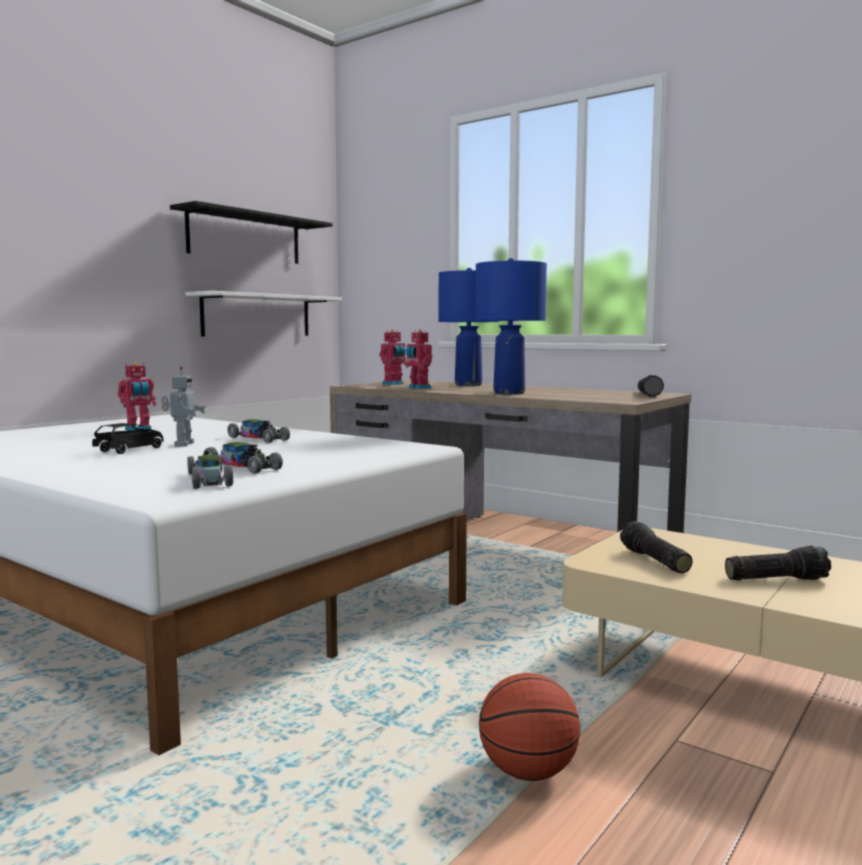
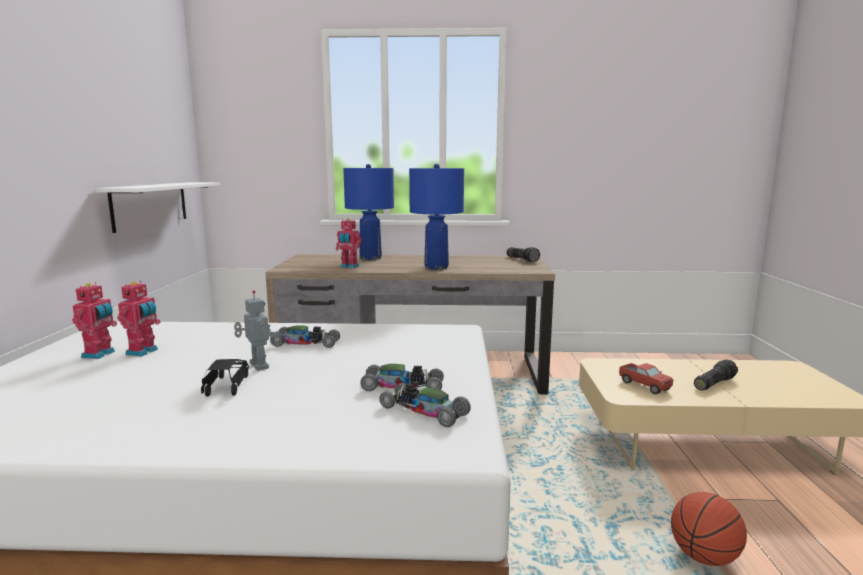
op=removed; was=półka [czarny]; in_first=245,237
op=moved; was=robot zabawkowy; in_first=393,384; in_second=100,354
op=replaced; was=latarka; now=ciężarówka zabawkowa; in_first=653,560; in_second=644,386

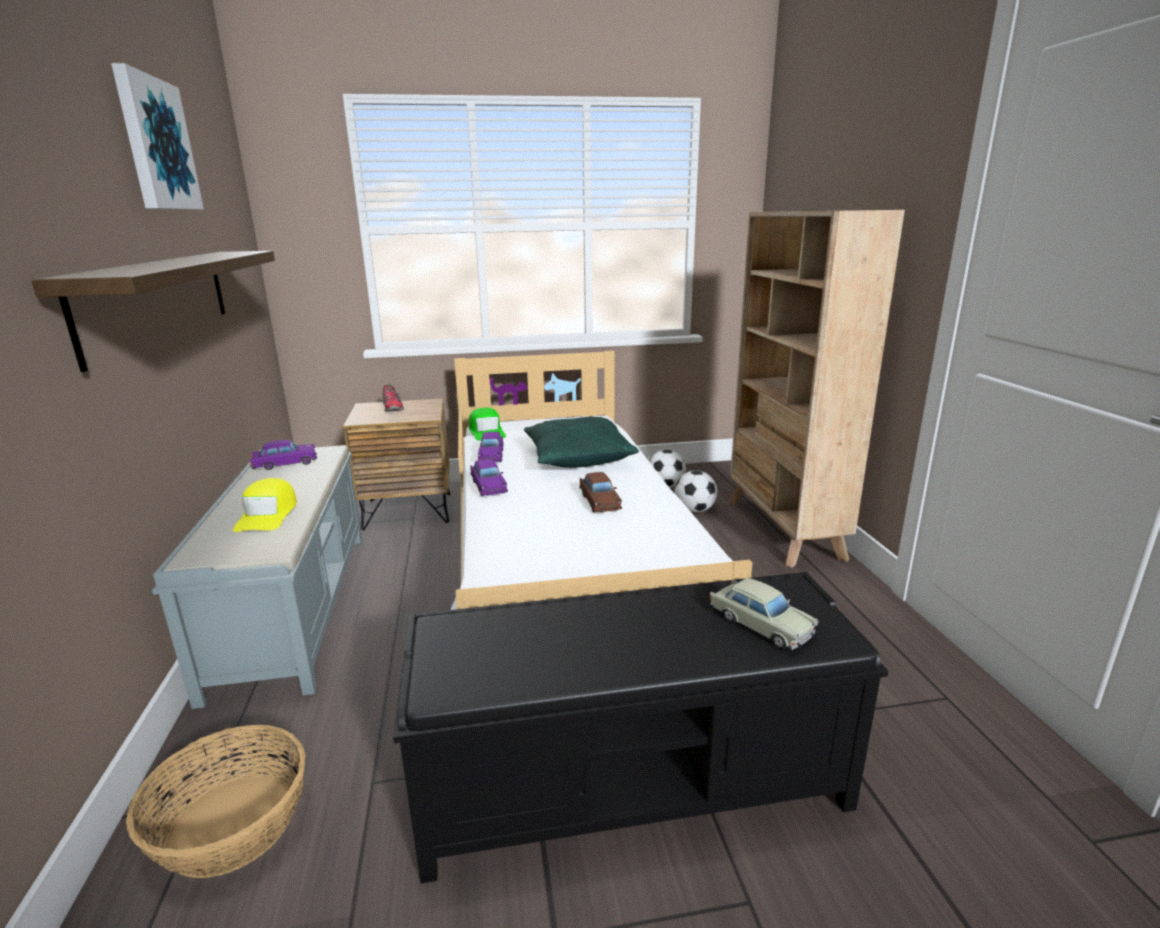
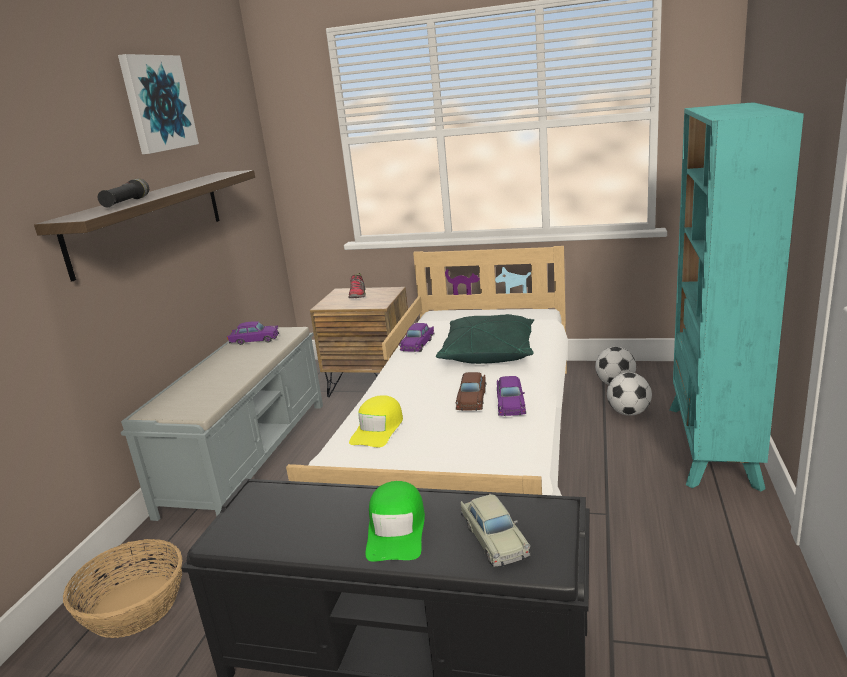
op=recoloured; was=regał [beżowy]; now=regał [turkusowy]; in_first=783,529; in_second=711,445
op=moved; was=czapka z daszkiem [zielony]; in_first=486,432; in_second=396,530
op=moved; was=samochodzik [fioletowy]; in_first=488,486; in_second=510,404
op=moved; was=czapka z daszkiem [żółty]; in_first=268,515; in_second=378,429
op=added; now=latarka [czarny]; in_second=126,202

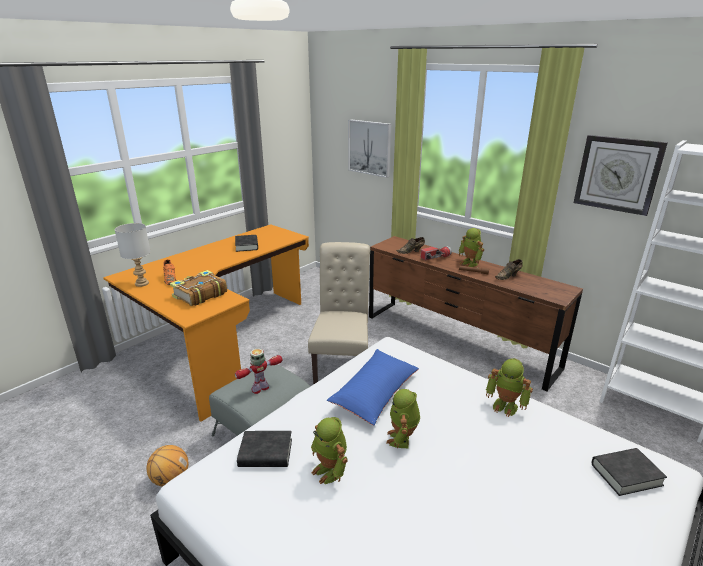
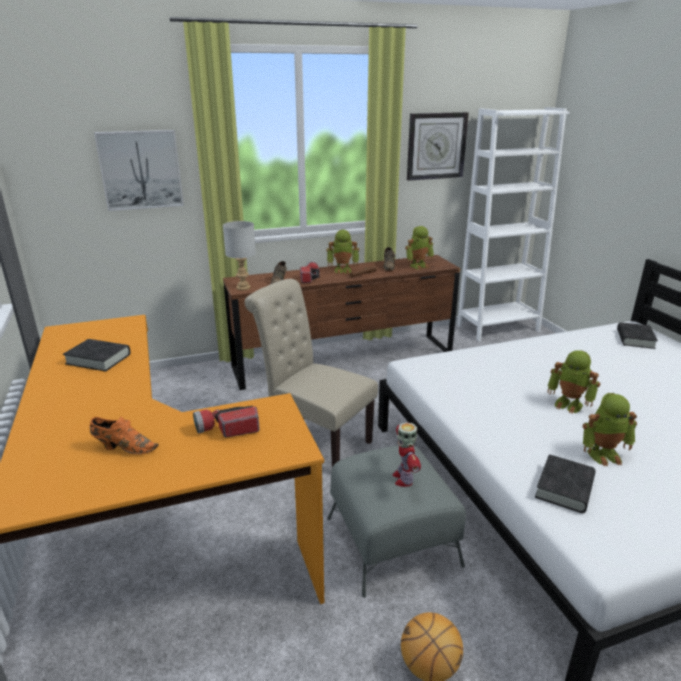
op=moved; was=lampa stołowa [szary]; in_first=141,284; in_second=243,288
op=replaced; was=książka; now=latarka; in_first=199,295; in_second=227,429
op=removed; was=poduszka [niebieski]; in_first=375,393
op=moved; was=robot zabawkowy; in_first=506,406; in_second=418,265

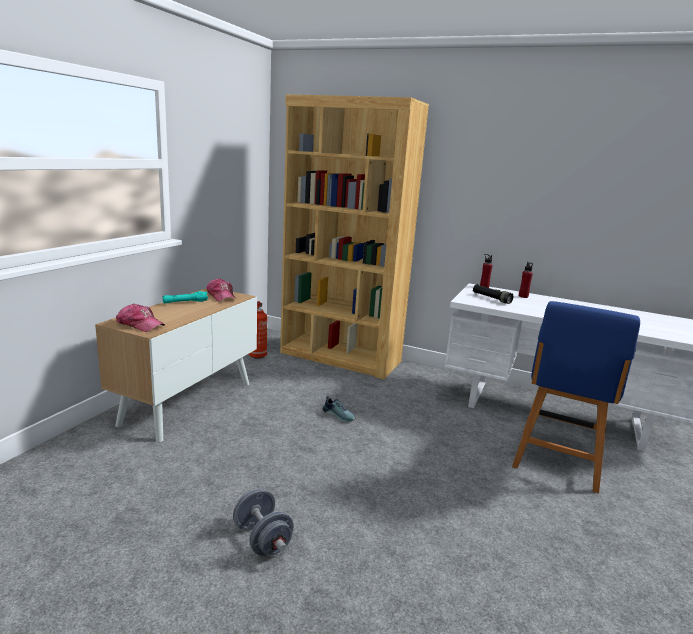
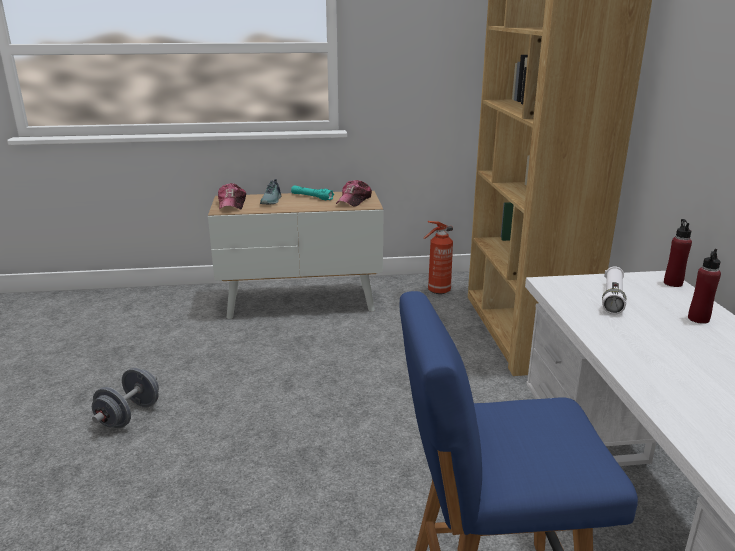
op=recoloured; was=latarka [czarny]; now=latarka [biały]; in_first=491,298; in_second=612,298
op=moved; was=but; in_first=339,415; in_second=272,201

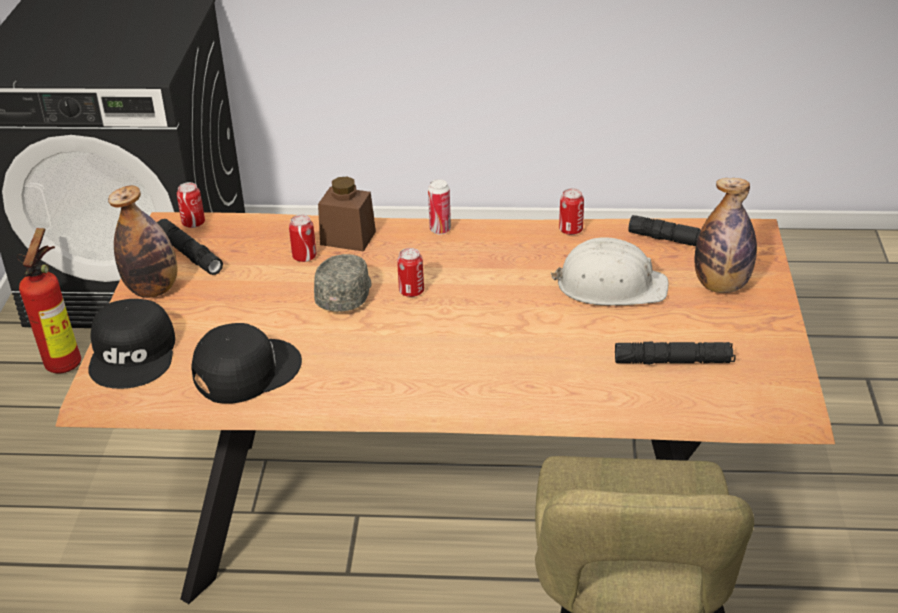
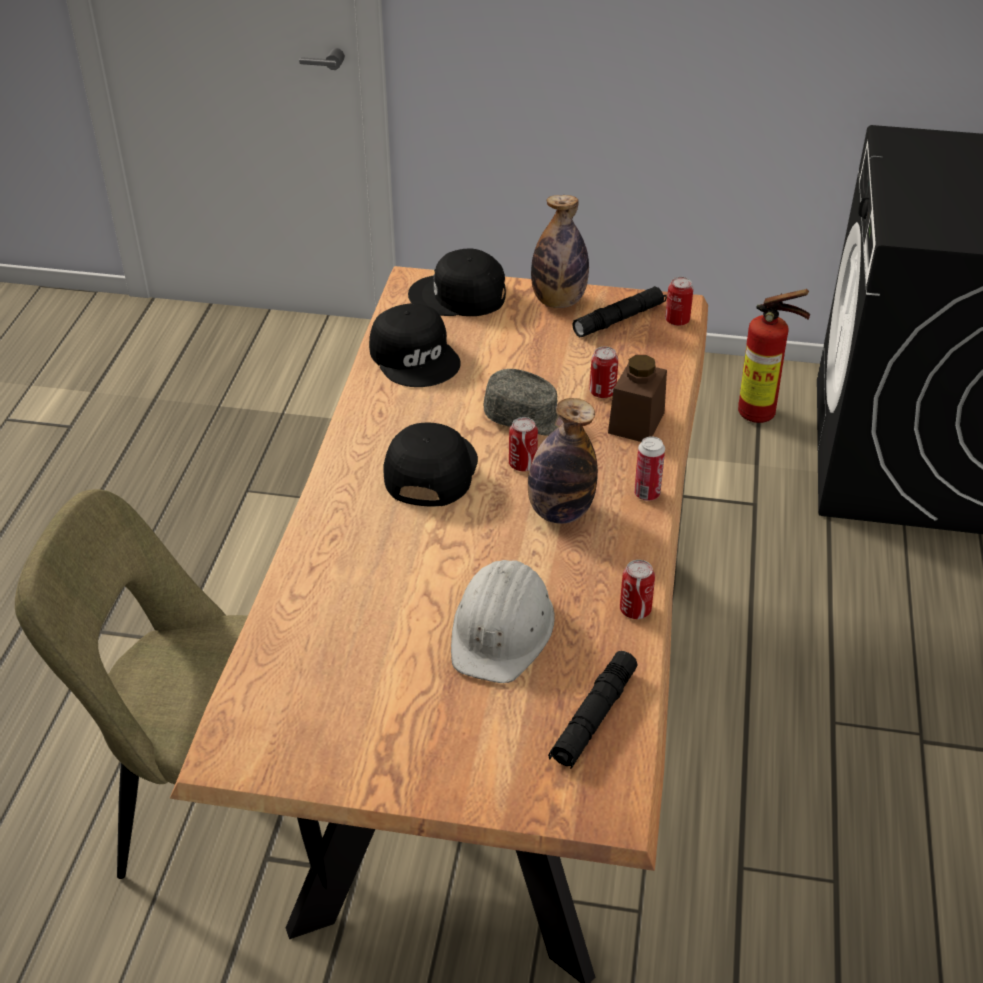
op=moved; was=butelka; in_first=721,285; in_second=559,512
op=removed; was=latarka [czarny]; in_first=673,361
op=added; now=czapka z daszkiem [czarny]; in_second=429,470

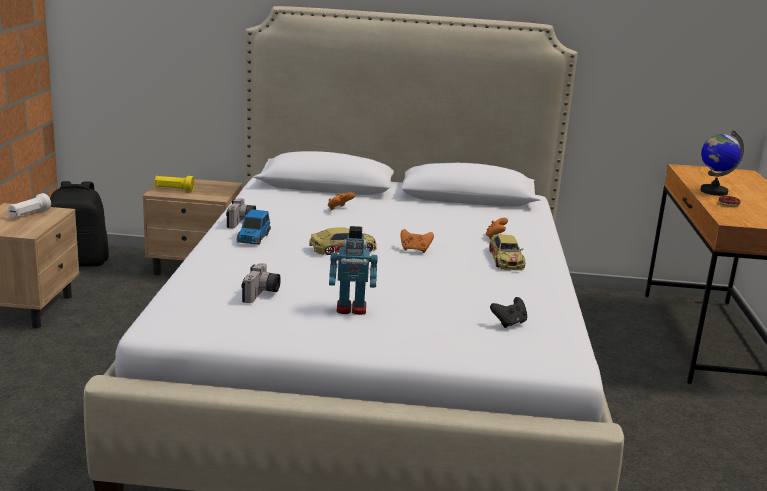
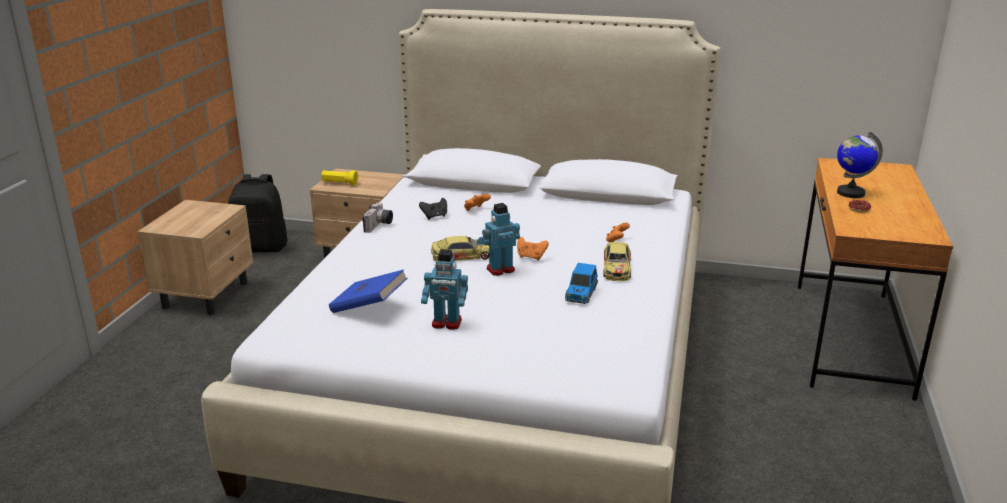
op=removed; was=latarka [biały]; in_first=29,214
op=moved; was=samochodzik; in_first=253,238; in_second=581,294
op=replaced; was=aparat fotograficzny; now=książka [niebieski]; in_first=262,294; in_second=369,307
op=moved; was=pad do gier [czarny]; in_first=509,323; in_second=435,216
op=added; now=robot zabawkowy; in_second=500,269

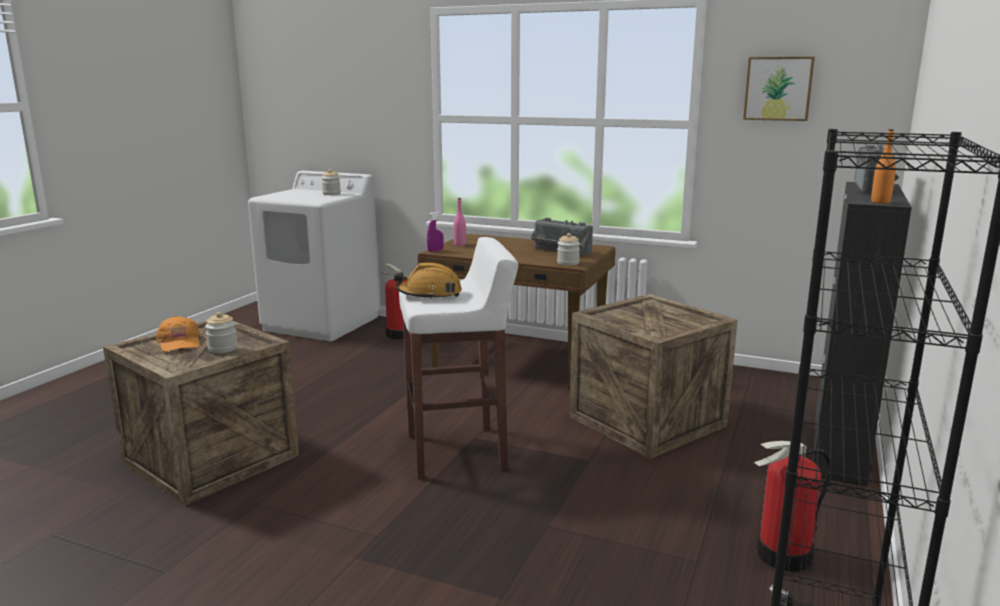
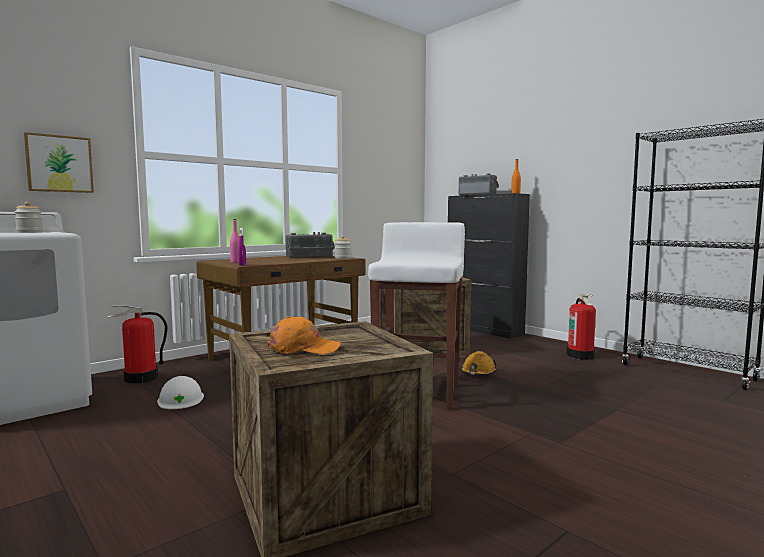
op=moved; was=obraz; in_first=778,88; in_second=59,164
op=moved; was=kask [pomarańczowy]; in_first=429,294; in_second=478,373
op=removed; was=słoik; in_first=223,348
op=added; now=kask [biały]; in_second=180,399

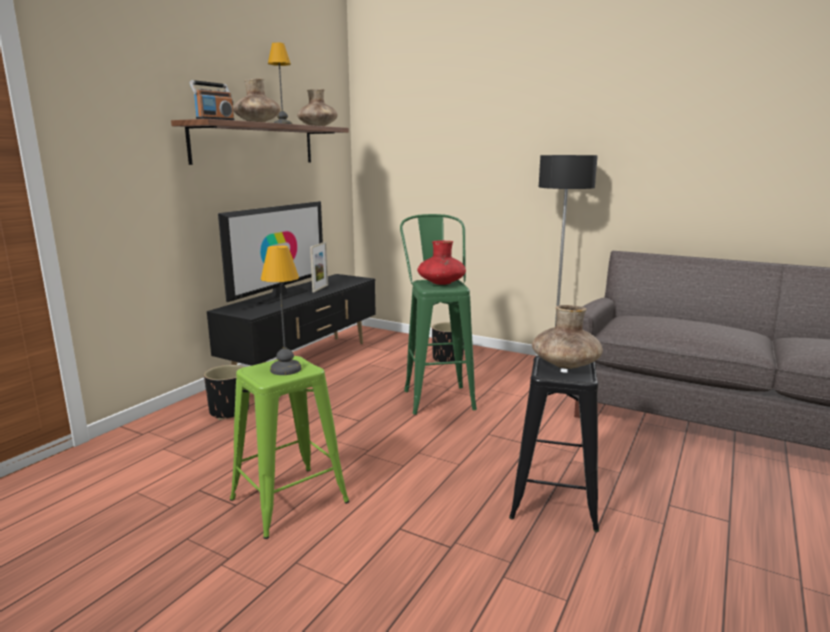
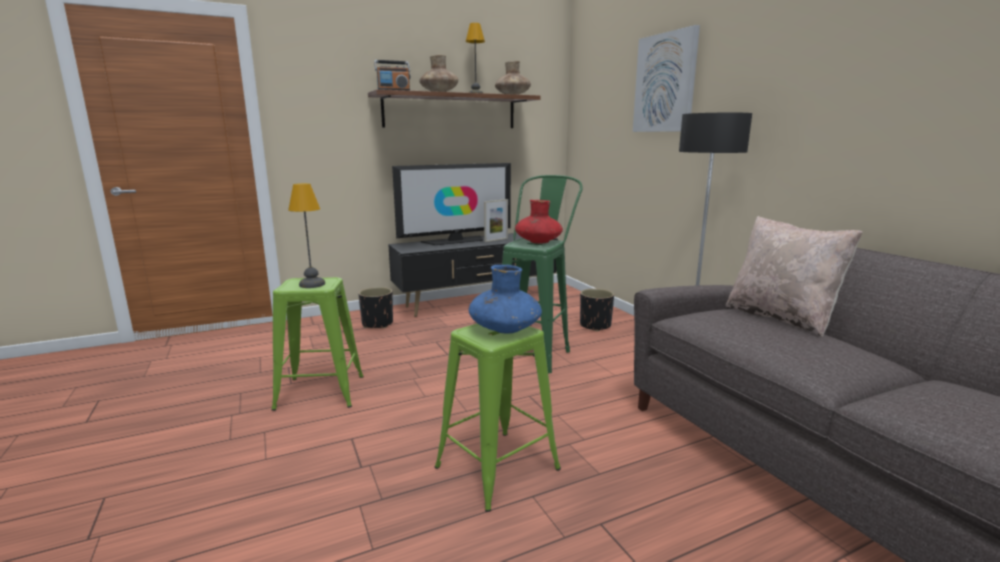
op=recoloured; was=wazon [brązowy]; now=wazon [niebieski]; in_first=565,364; in_second=505,329
op=recoloured; was=stołek [czarny]; now=stołek [zielony]; in_first=554,498; in_second=498,468
op=added; now=obraz; in_second=665,83
op=added; now=poduszka [beżowy]; in_second=781,318

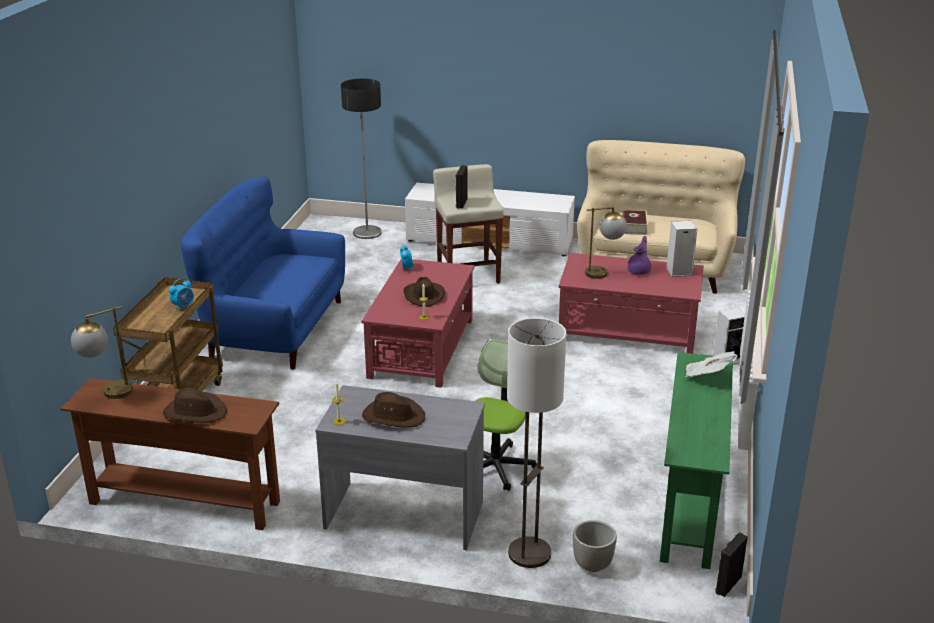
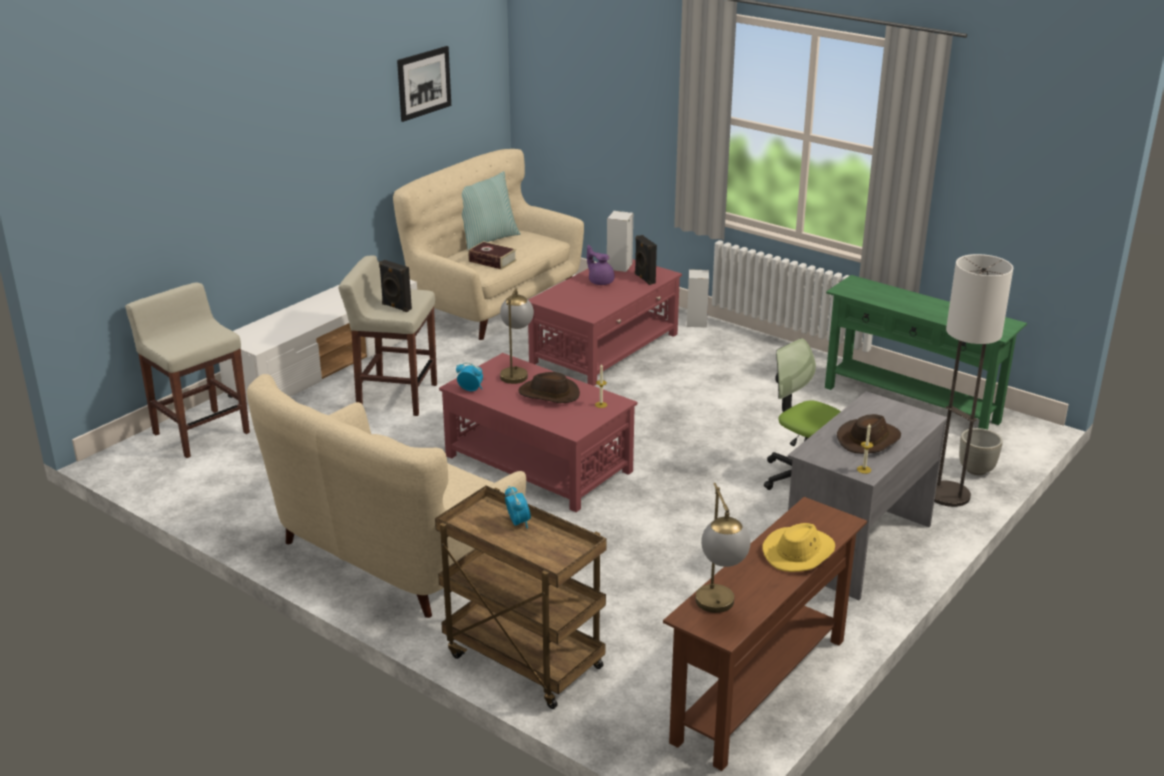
op=replaced; was=lampa stojąca; now=stołek [beżowy]; in_first=367,233; in_second=201,433
op=recoloured; was=kanapa [niebieski]; now=kanapa [beżowy]; in_first=272,328; in_second=392,553
op=moved; was=lampa stołowa; in_first=603,273; in_second=516,372
op=removed; was=gazeta; in_first=707,376
op=recoloured; was=kapelusz [brązowy]; now=kapelusz [żółty]; in_first=195,412; in_second=799,552
op=moved; was=głośnik [czarny]; in_first=727,584; in_second=644,279
op=added; now=obraz; in_second=424,83
op=added; now=poduszka; in_second=487,239

